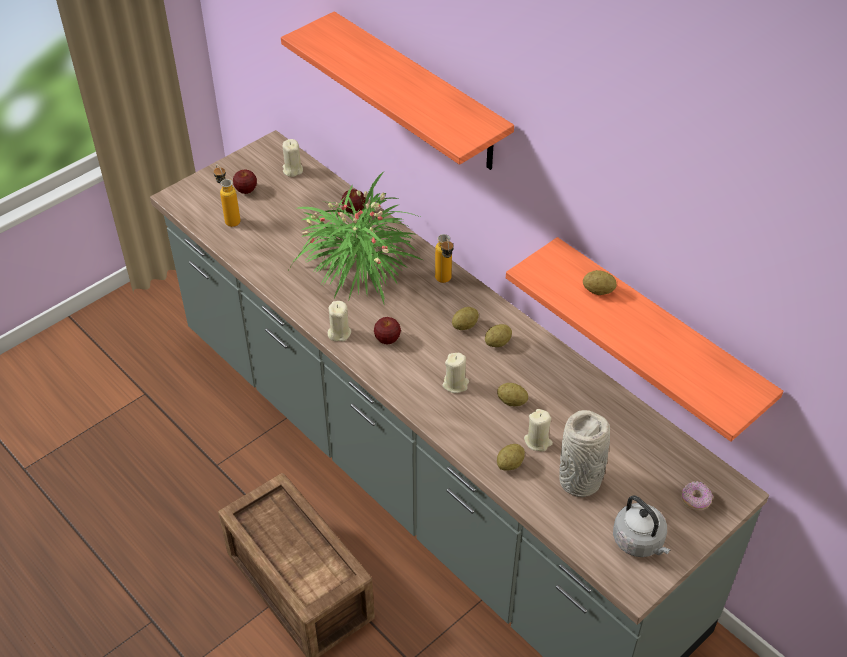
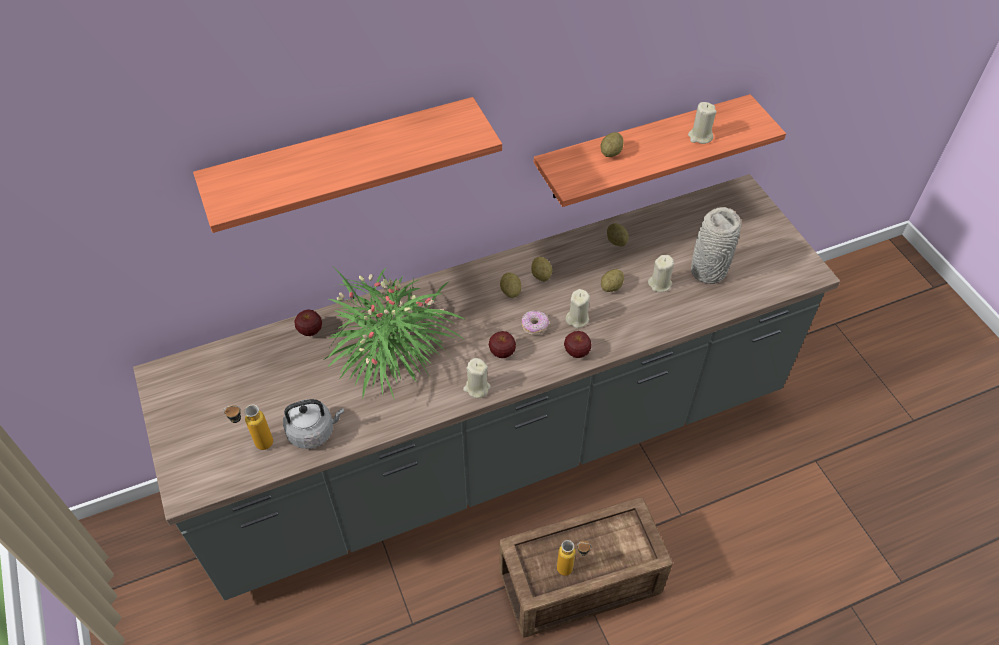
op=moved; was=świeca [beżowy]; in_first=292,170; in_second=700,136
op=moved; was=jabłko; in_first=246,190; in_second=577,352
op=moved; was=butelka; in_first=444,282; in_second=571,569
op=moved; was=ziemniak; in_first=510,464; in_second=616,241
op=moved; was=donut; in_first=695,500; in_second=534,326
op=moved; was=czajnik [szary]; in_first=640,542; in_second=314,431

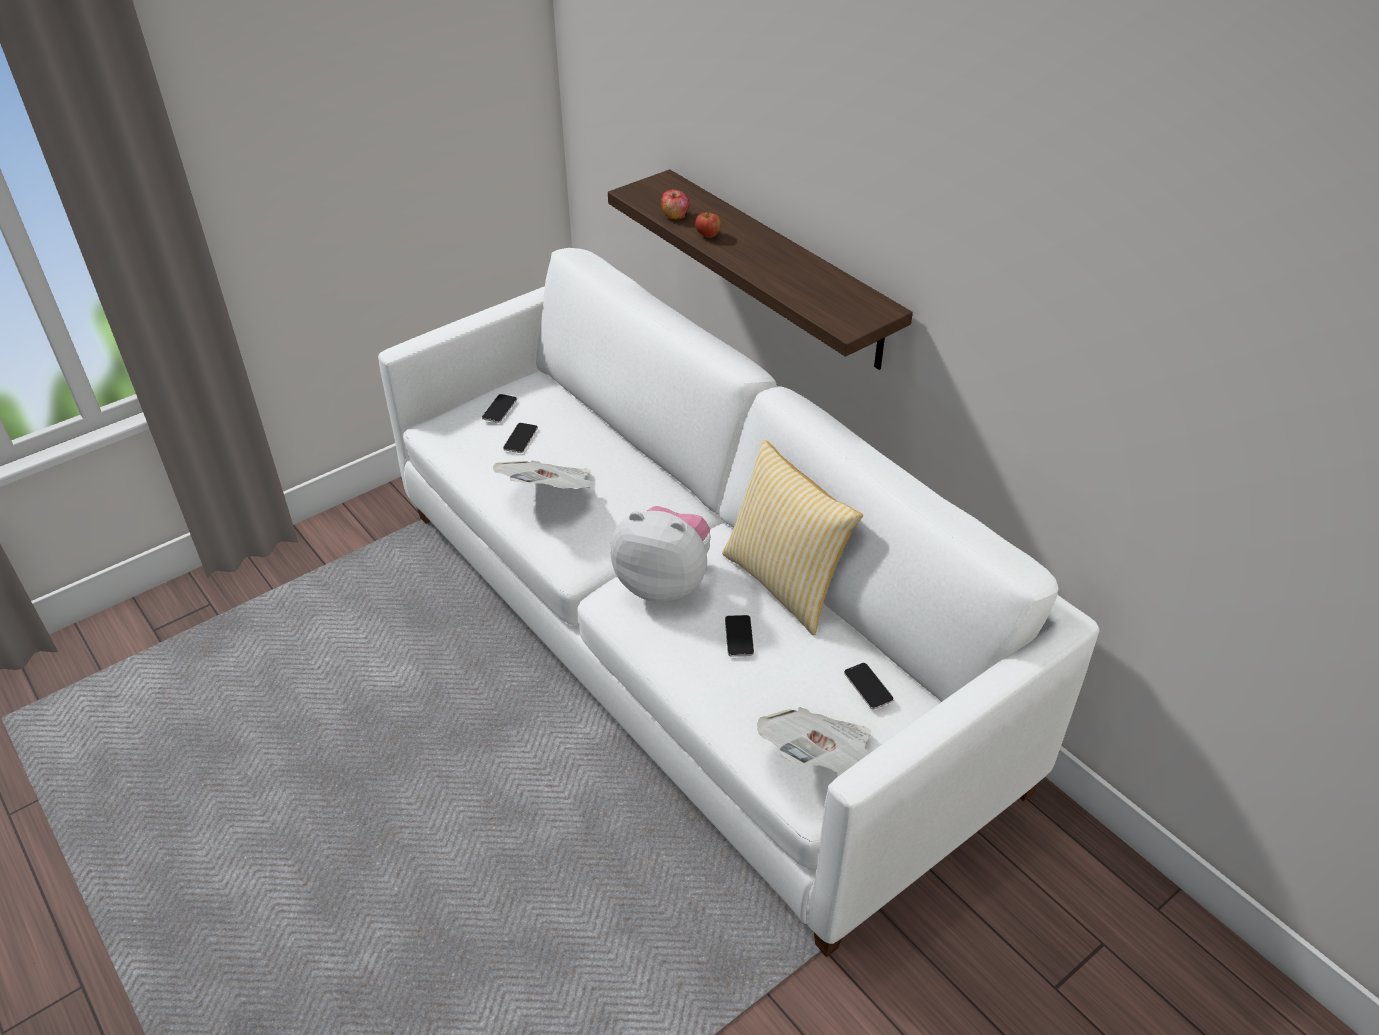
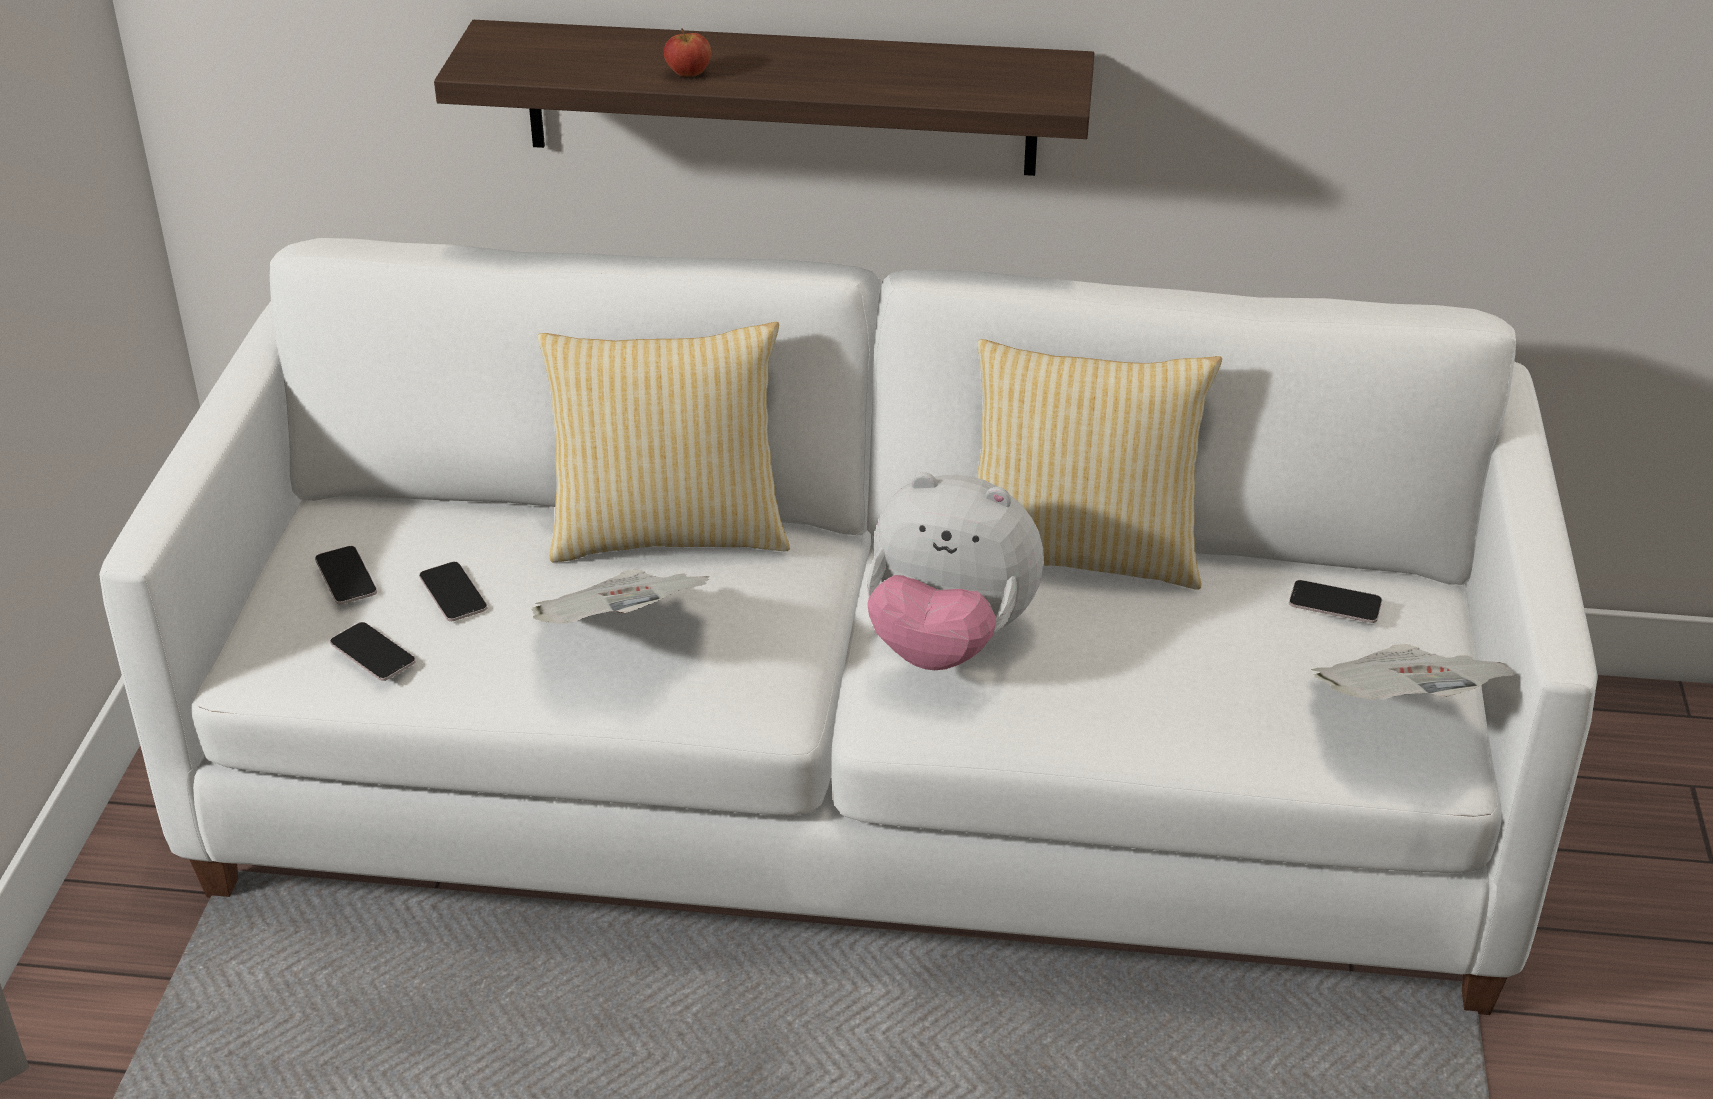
op=removed; was=jabłko; in_first=675,215
op=turned; was=pluszak; in_first=664,583; in_second=948,642; clockwise=-135
op=moved; was=telefon; in_first=739,636; in_second=372,653
op=added; now=poduszka; in_second=669,531

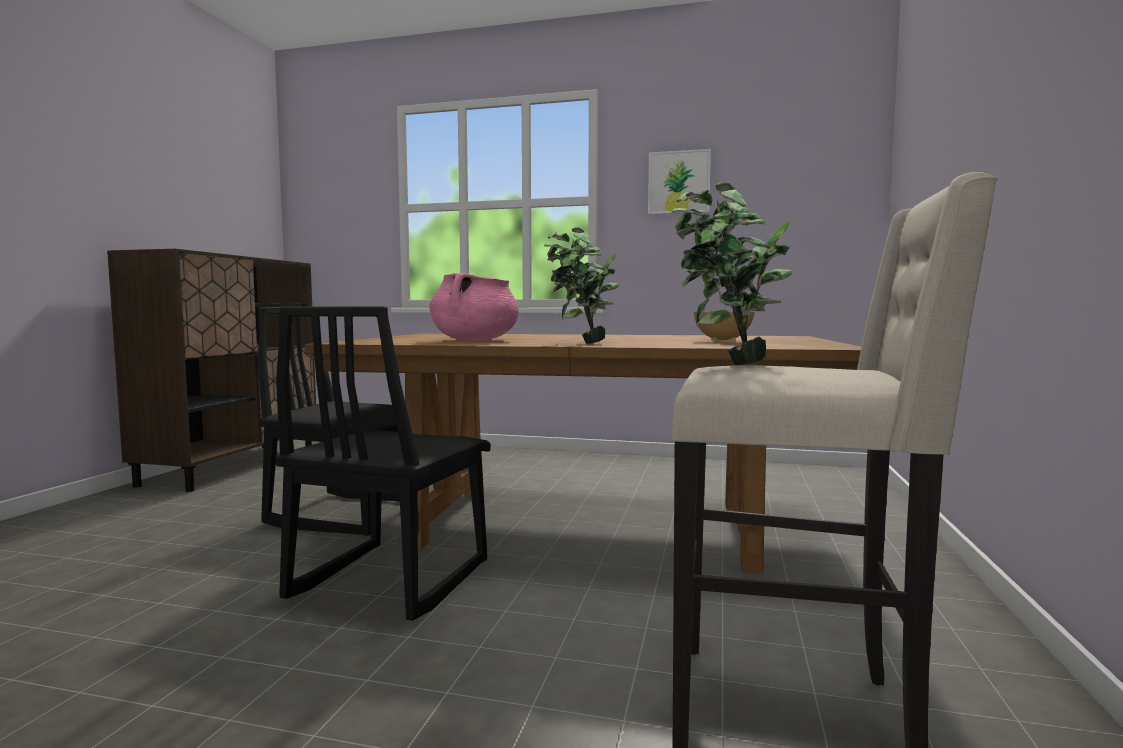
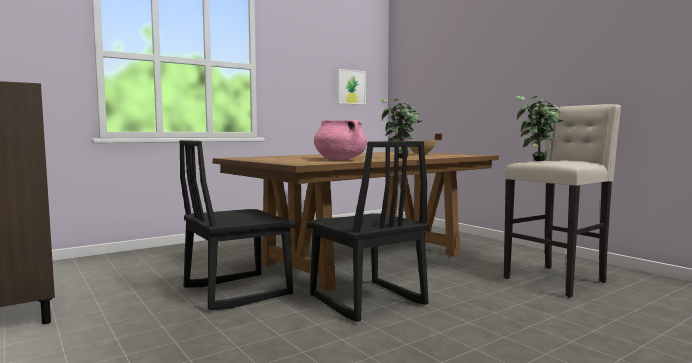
op=moved; was=obraz; in_first=679,182; in_second=351,87

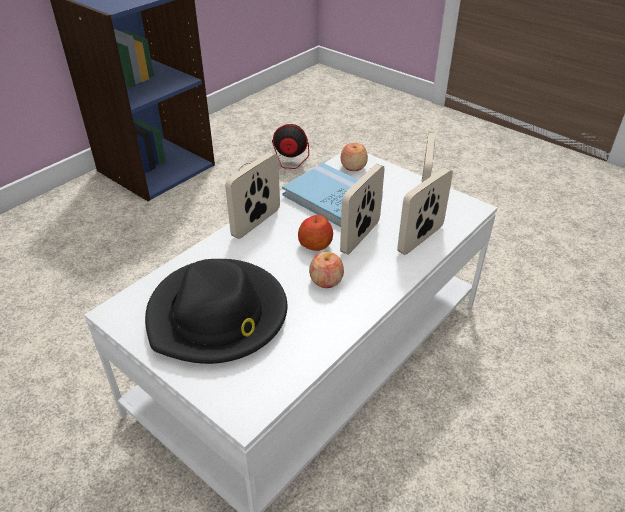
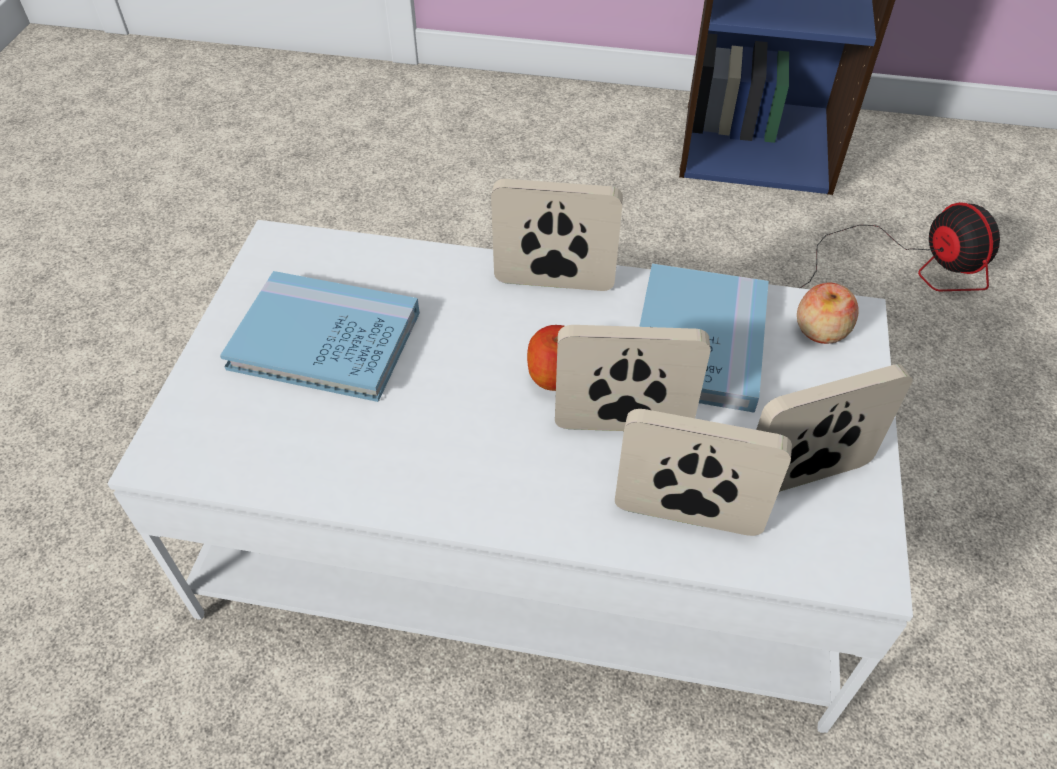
op=removed; was=jabłko; in_first=326,280
op=replaced; was=kapelusz [czarny]; now=książka [niebieski]; in_first=218,315; in_second=325,341

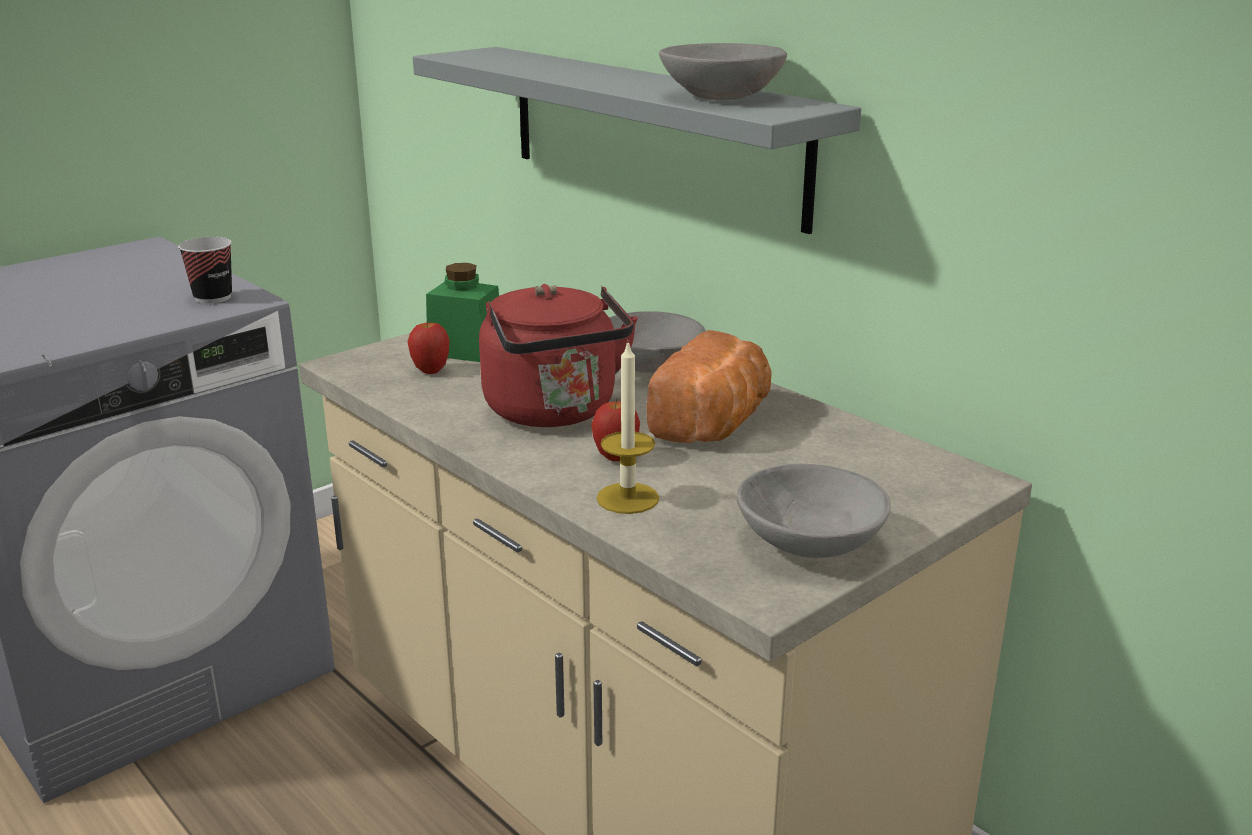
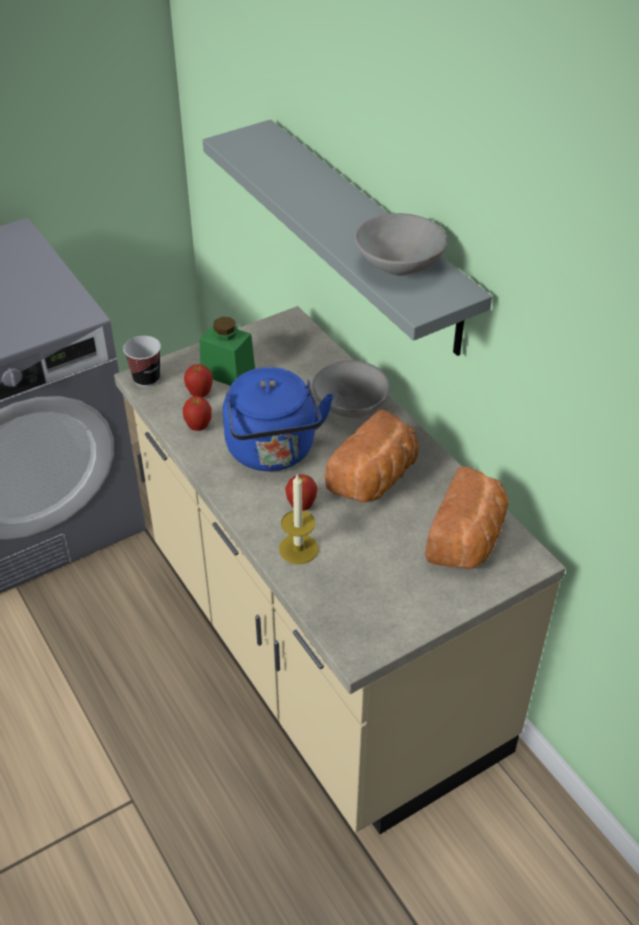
op=moved; was=filiżanka; in_first=213,297; in_second=146,379
op=recoloured; was=czajnik [czerwony]; now=czajnik [niebieski]; in_first=555,412; in_second=273,452
op=removed; was=miska [szary]; in_first=810,542
op=added; now=jabłko; in_second=198,427
op=added; now=chleb; in_second=468,539

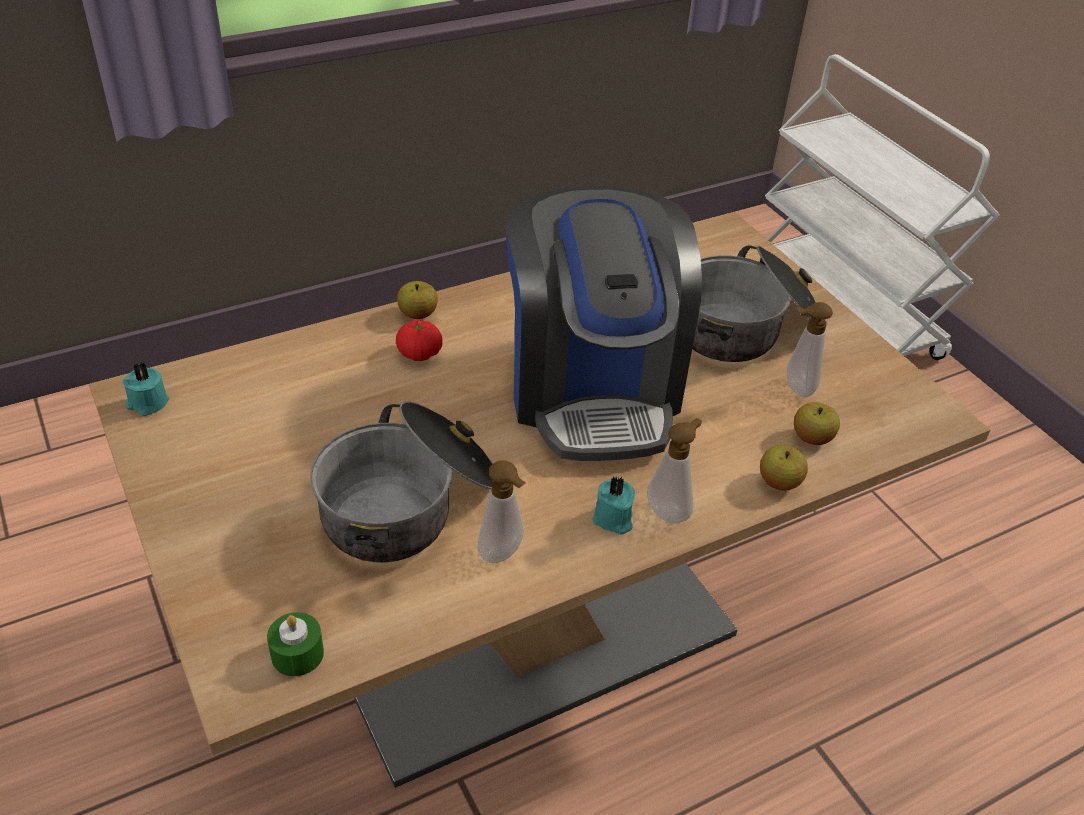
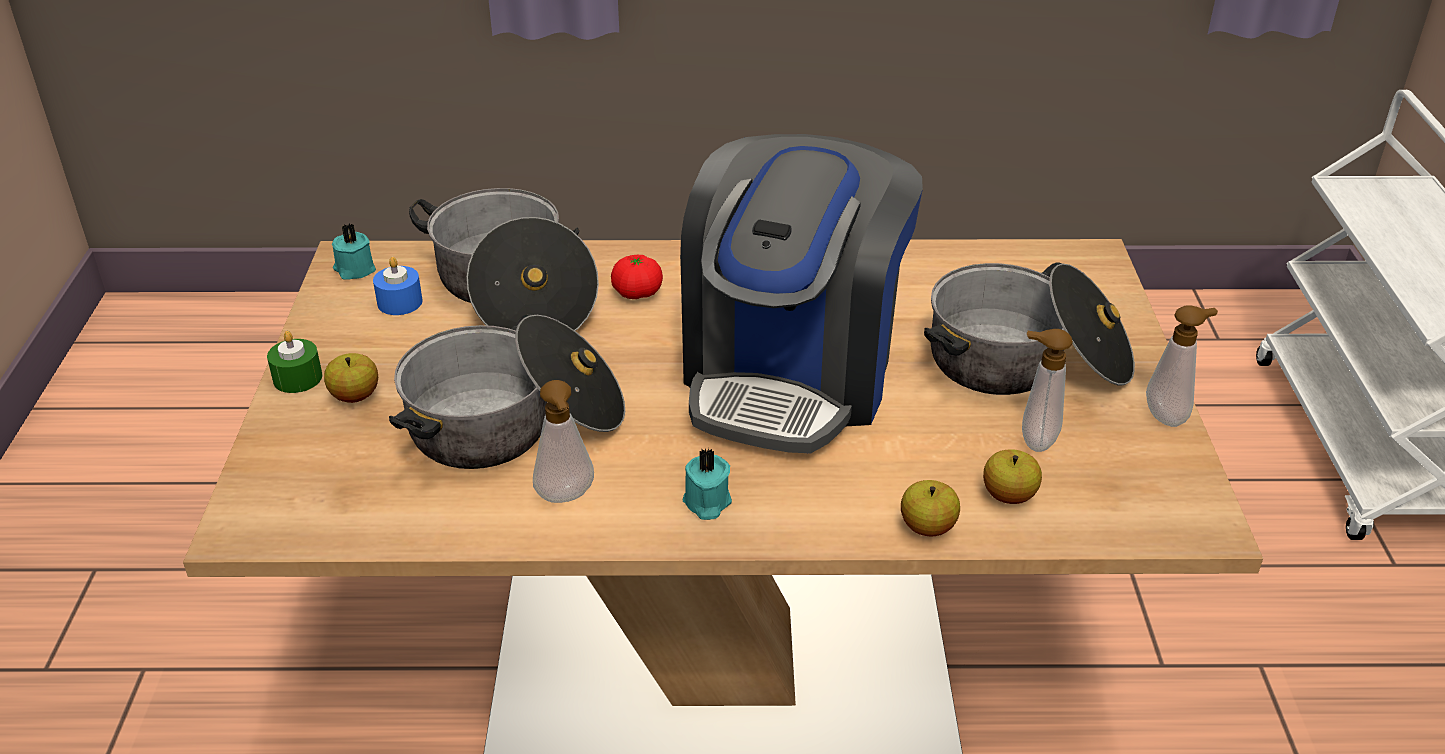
op=moved; was=jabłko; in_first=418,314; in_second=355,396
op=moved; was=dozownik mydła; in_first=669,511; in_second=1168,416
op=moved; was=świeca [zielony]; in_first=297,654; in_second=297,378
op=added; now=garnek; in_second=512,293
op=added; now=świeca [niebieski]; in_second=400,302

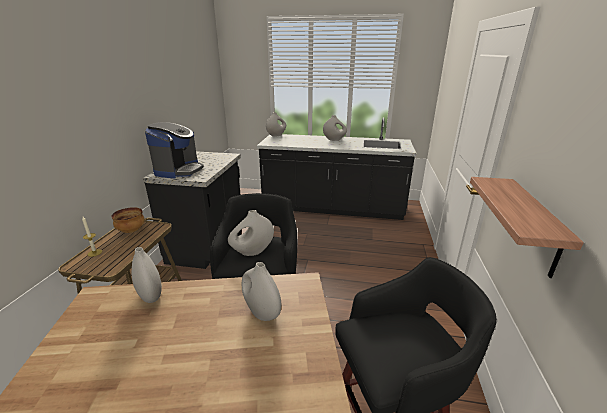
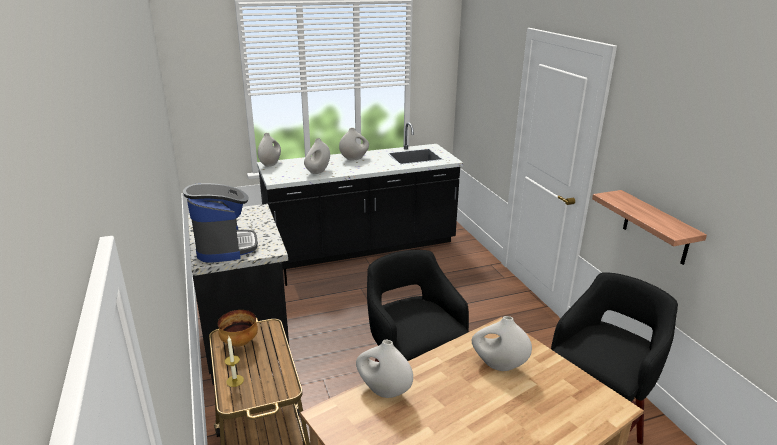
op=moved; was=wazon [biały]; in_first=252,252; in_second=318,172

